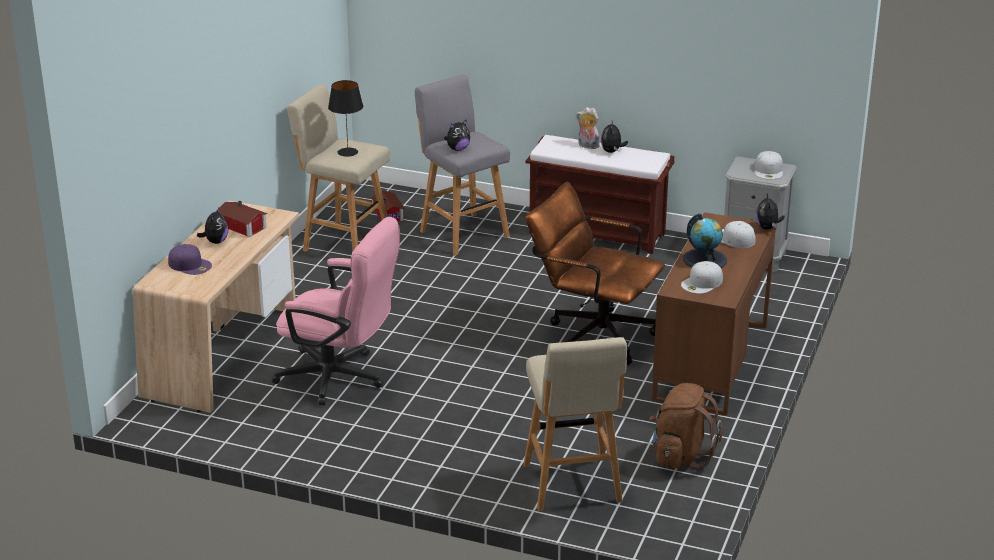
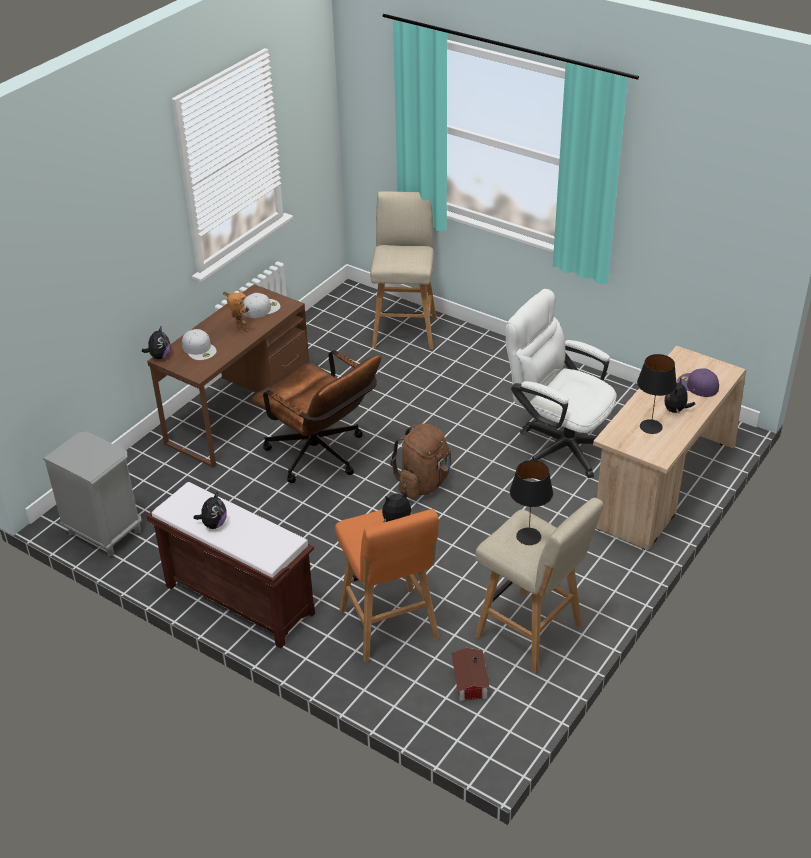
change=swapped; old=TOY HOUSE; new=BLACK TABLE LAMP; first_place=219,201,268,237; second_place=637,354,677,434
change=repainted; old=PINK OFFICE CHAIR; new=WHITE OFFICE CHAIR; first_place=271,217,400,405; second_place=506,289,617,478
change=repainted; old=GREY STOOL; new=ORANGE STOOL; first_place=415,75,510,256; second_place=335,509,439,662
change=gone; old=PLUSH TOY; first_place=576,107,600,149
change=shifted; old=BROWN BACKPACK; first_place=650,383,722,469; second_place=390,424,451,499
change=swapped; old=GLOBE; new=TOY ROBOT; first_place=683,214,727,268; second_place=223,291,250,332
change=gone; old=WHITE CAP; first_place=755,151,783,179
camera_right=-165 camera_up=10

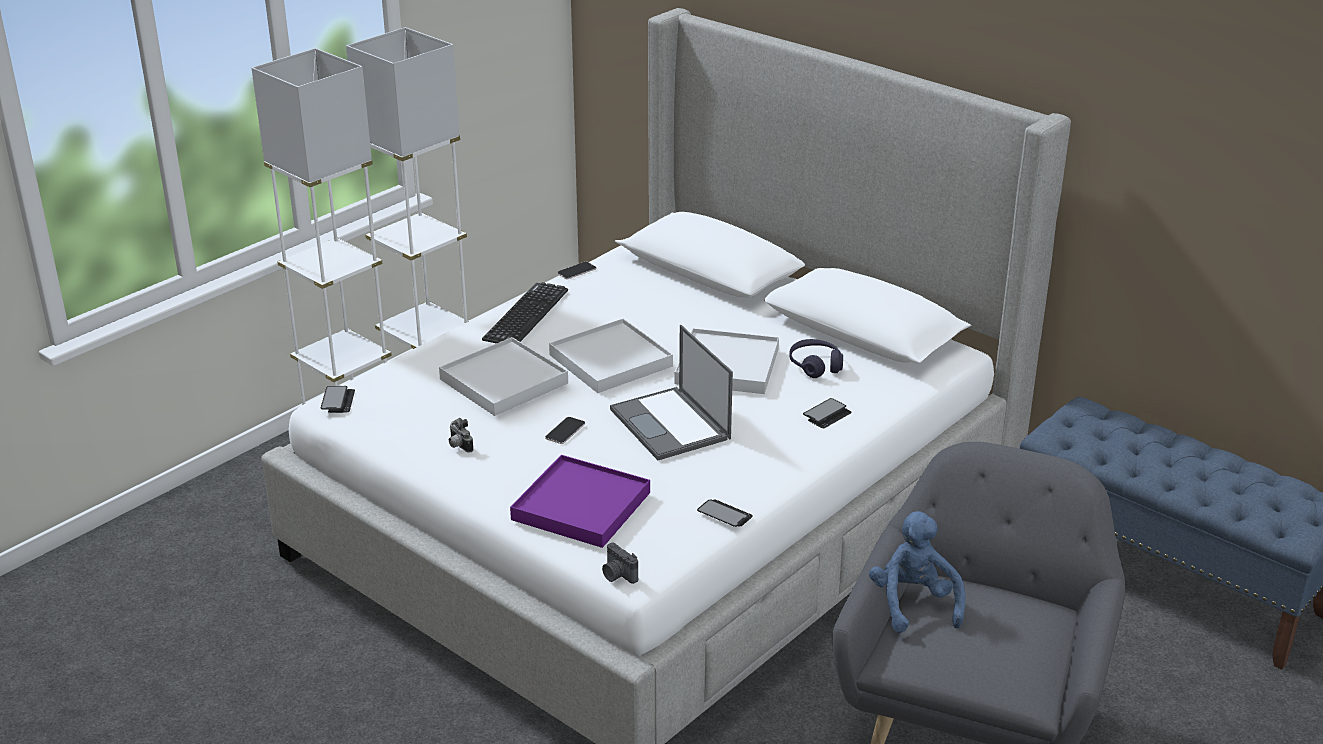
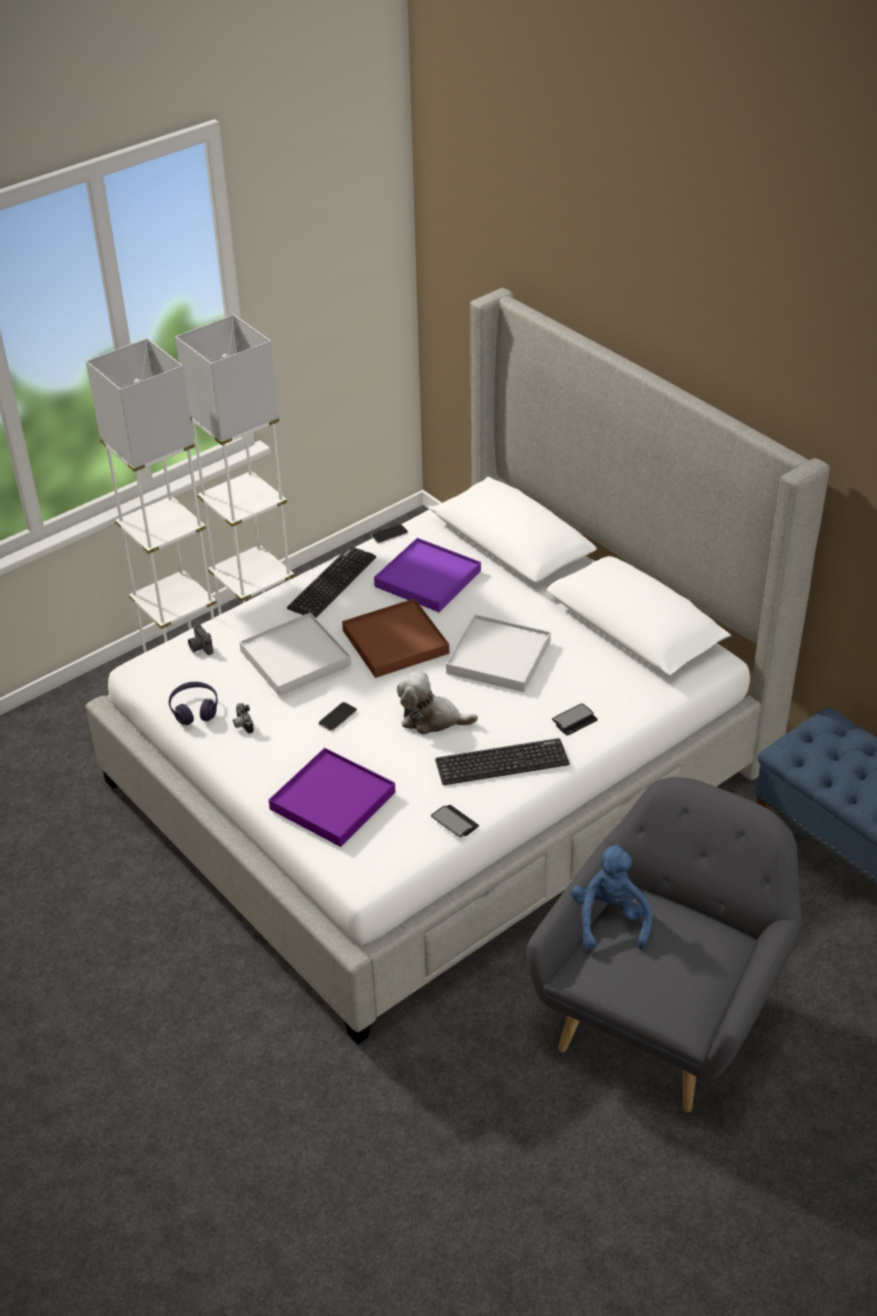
change=gone; old=PHONE; first_place=320,386,355,413
change=repainted; old=WHITE TRAY; new=BROWN TRAY; first_place=549,319,673,393; second_place=342,598,449,678
change=shifted; old=PHOTO CAMERA; first_place=602,542,638,584; second_place=188,623,213,655
change=swapped; old=LAPTOP; new=PLUSH TOY; first_place=610,325,733,460; second_place=397,671,478,735
change=shifted; old=PURPLE HEADPHONES; first_place=789,339,843,378; second_place=168,682,218,725
change=new; new=PURPLE TRAY; second_place=374,538,481,612
change=new; new=KEYBOARD; second_place=435,738,570,785
camera_right=10 camera_up=10

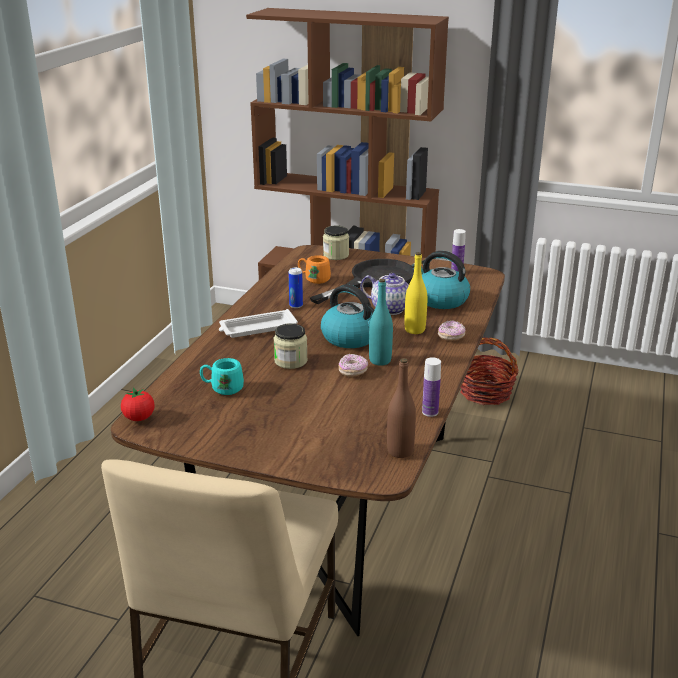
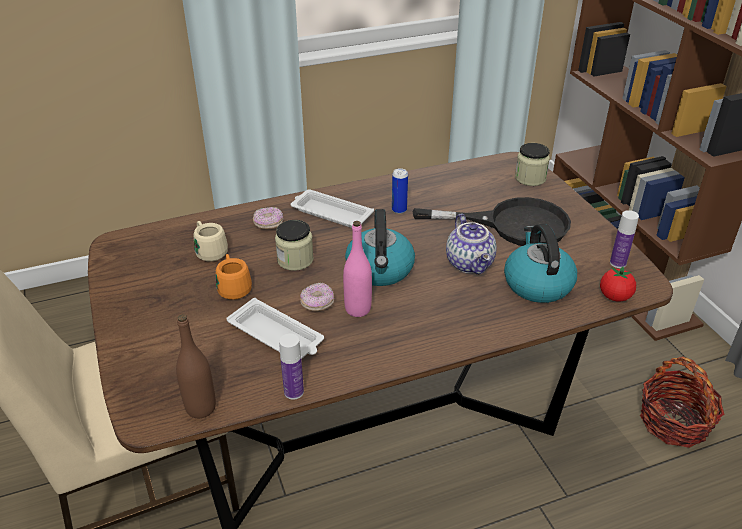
change=shifted; old=TOMATO; first_place=121,388,155,421; second_place=600,267,636,302
change=repainted; old=TURQUOISE MUG; new=BEIGE MUG; first_place=200,358,244,395; second_place=194,221,228,262
change=shifted; old=ORANGE MUG; first_place=298,255,331,284; second_place=216,254,252,300
change=repainted; old=TURQUOISE BOTTLE; new=PINK BOTTLE; first_place=369,279,393,366; second_place=343,221,372,317
change=gone; old=YELLOW BOTTLE; first_place=405,252,427,334
change=shifted; old=DONUT; first_place=438,320,466,340; second_place=253,207,284,229
change=new; new=WHITE TRAY; second_place=226,298,324,359
camera_right=50 camera_up=10

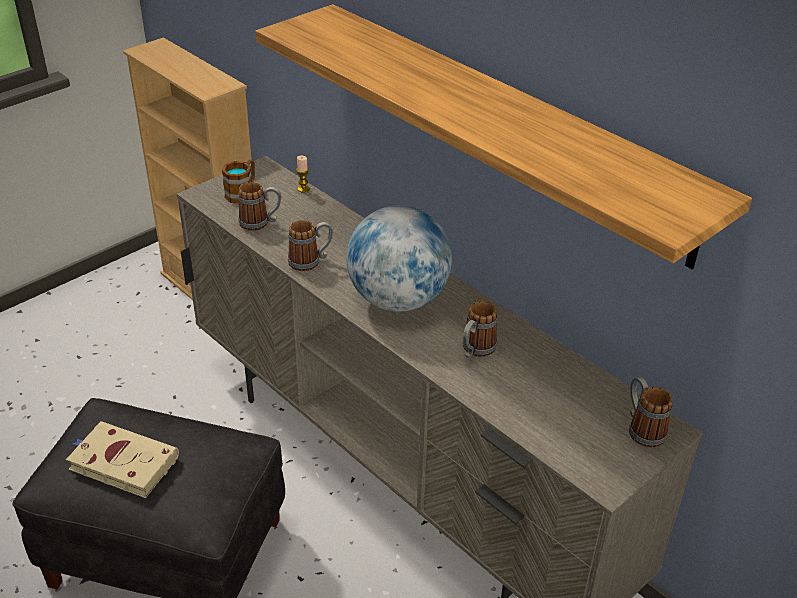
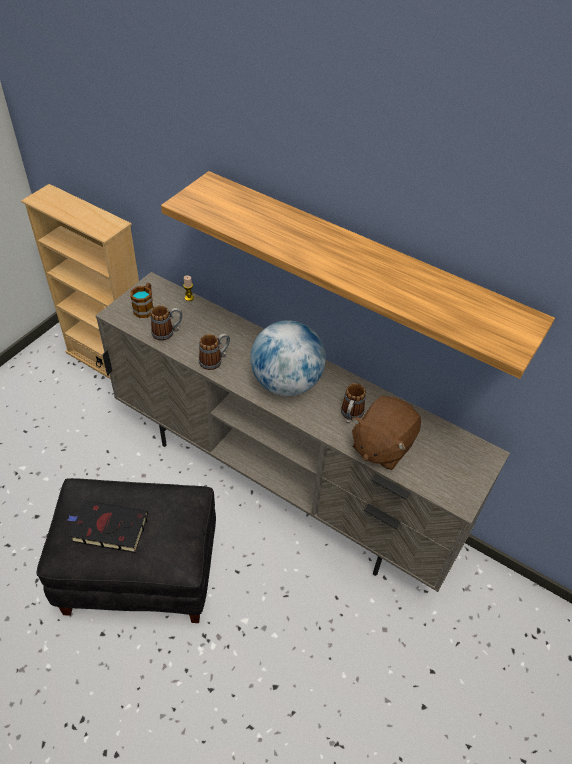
change=repainted; old=BEIGE BOOK; new=BLACK BOOK; first_place=66,421,179,498; second_place=67,500,148,553
change=gone; old=MUG; first_place=629,377,673,447
change=new; new=BROWN PLUSH TOY; second_place=352,396,421,470
camera_right=-15 camera_up=10

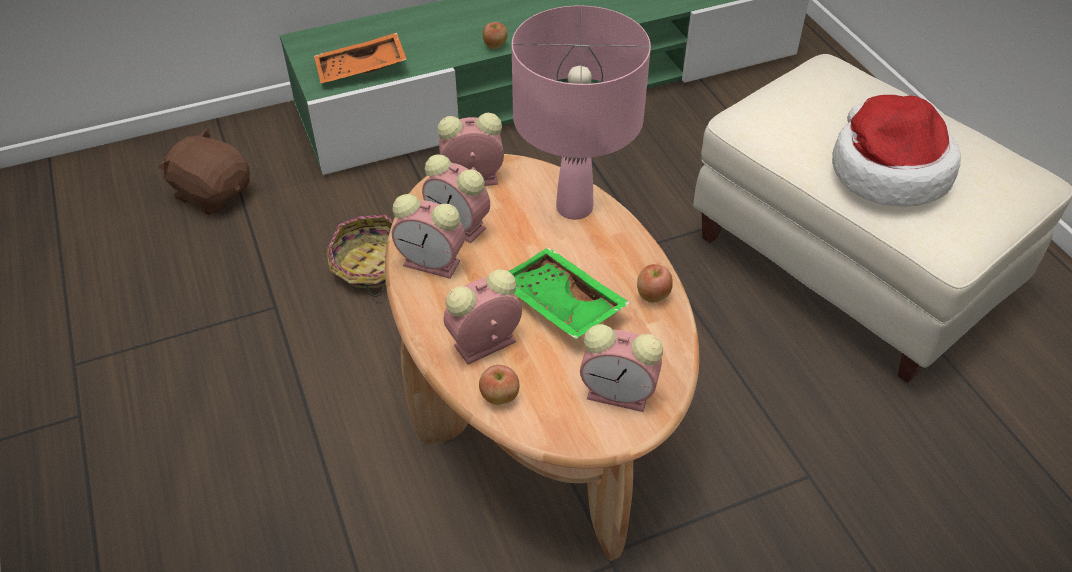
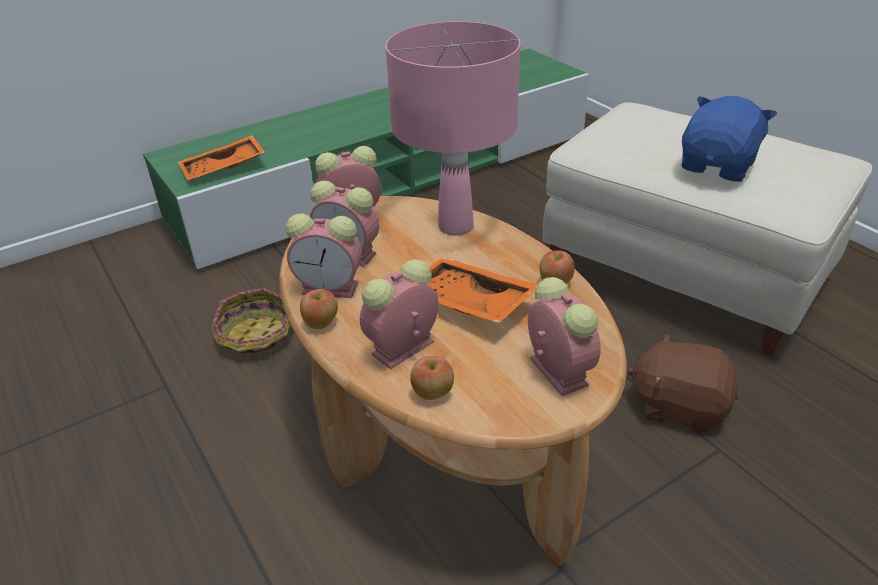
change=shifted; old=BROWN PLUSH TOY; first_place=158,129,250,215; second_place=627,332,738,433
change=shifted; old=APPLE; first_place=483,22,508,49; second_place=300,289,338,329
change=repainted; old=GREEN TRAY; new=ORANGE TRAY; first_place=509,247,630,339; second_place=426,257,538,323
change=rotated; old=ALARM CLOCK; first_place=580,324,663,412; second_place=528,277,601,396; degrees=-120
change=swapped; old=HAT; new=BLUE PLUSH TOY; first_place=832,95,961,206; second_place=681,96,777,182
camera_right=-10 camera_up=-10

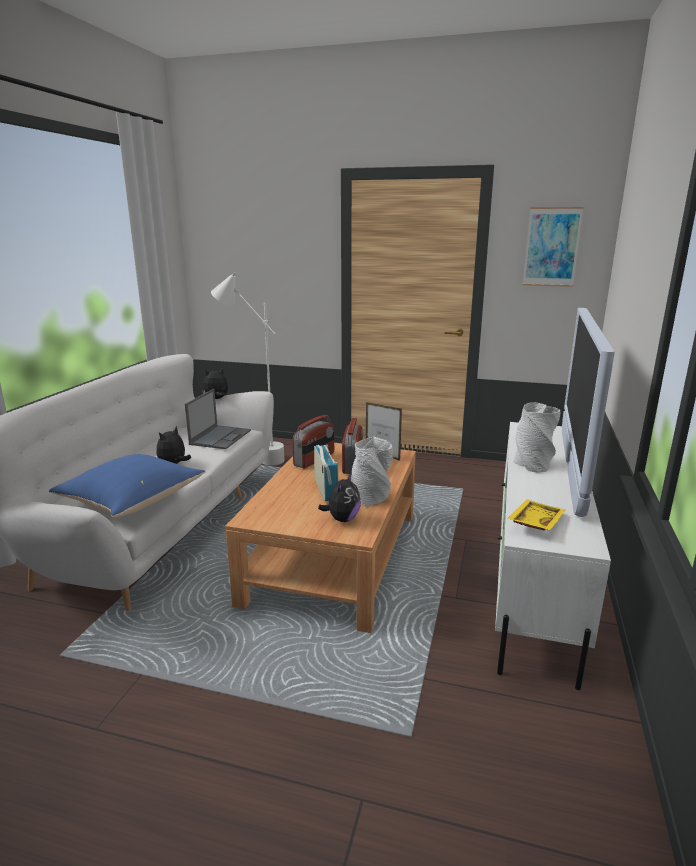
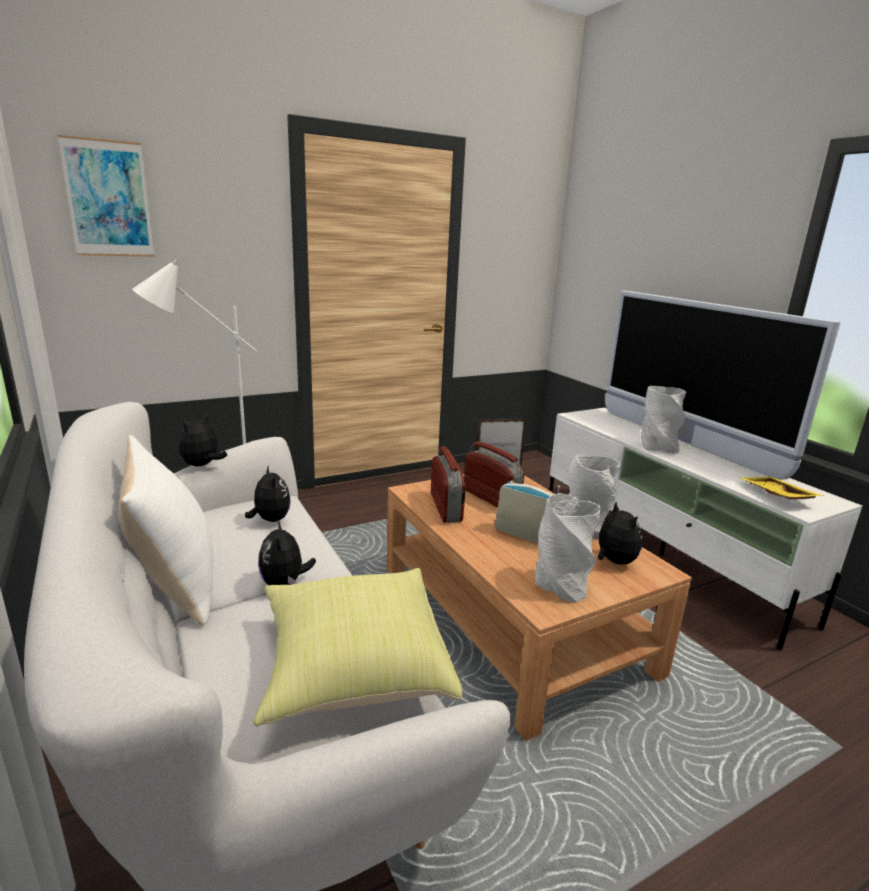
change=repainted; old=BLUE PILLOW; new=YELLOW PILLOW; first_place=49,454,205,518; second_place=254,568,463,727
change=swapped; old=LAPTOP; new=PLUSH TOY; first_place=185,389,251,449; second_place=245,465,291,522
change=shifted; old=PICTURE; first_place=523,207,584,287; second_place=58,135,155,257
change=new; new=WHITE PILLOW; second_place=118,435,213,625
change=new; new=GREY VASE; second_place=534,493,602,602
camera_right=-45 camera_up=0

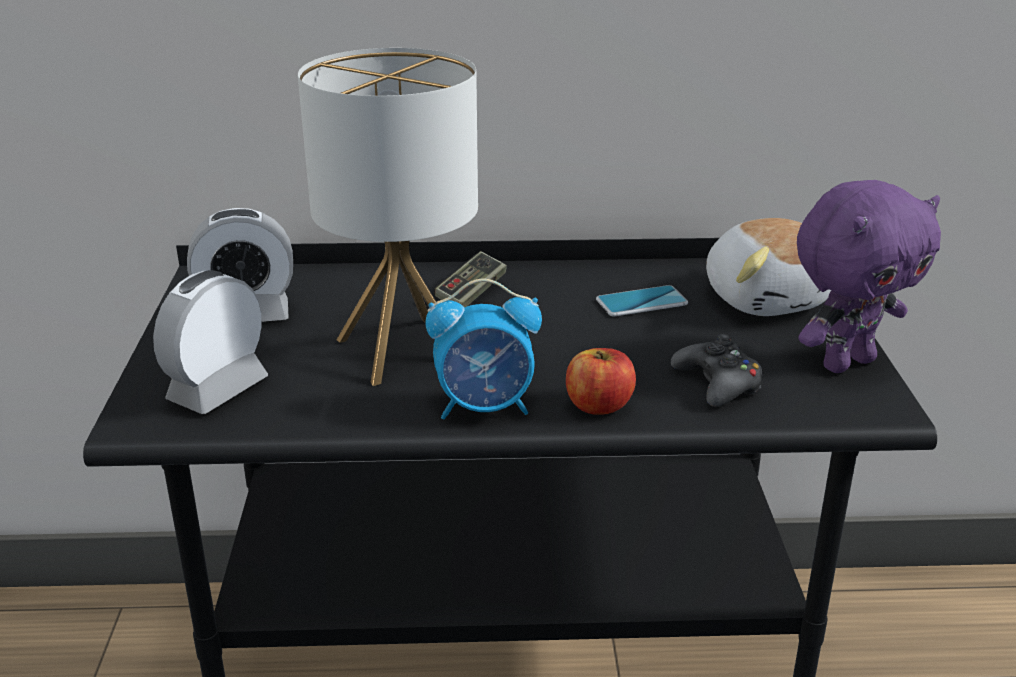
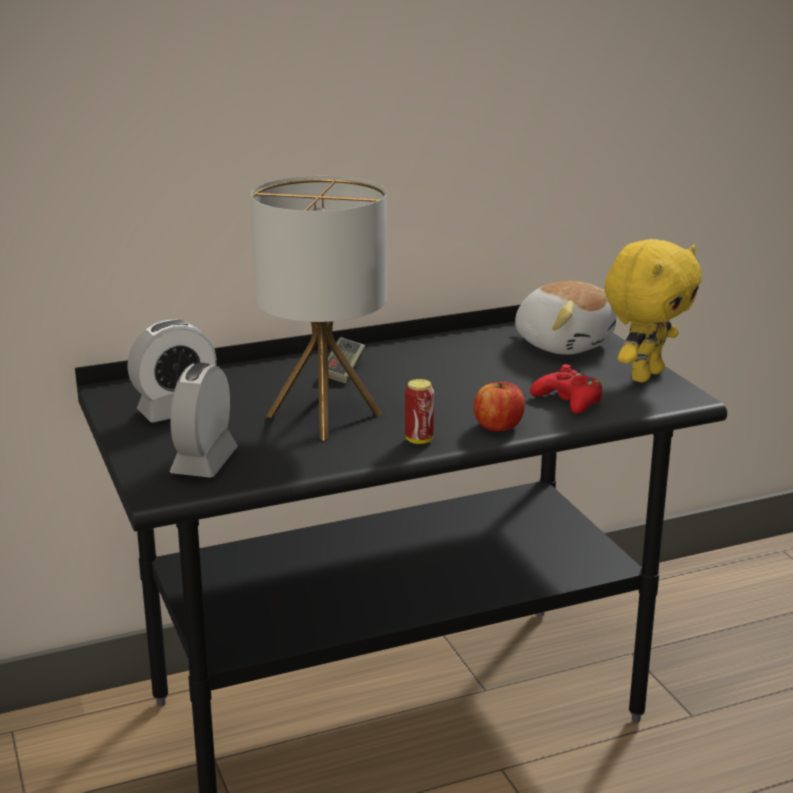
change=swapped; old=ALARM CLOCK; new=CAN; first_place=425,279,542,420; second_place=405,379,434,444
change=gone; old=PHONE; first_place=596,285,688,317
change=repainted; old=BLACK GAME CONTROLLER; new=RED GAME CONTROLLER; first_place=671,334,762,407; second_place=530,364,602,414
change=repainted; old=PURPLE PLUSH TOY; new=YELLOW PLUSH TOY; first_place=797,180,941,373; second_place=604,239,702,383
camera_right=-20 camera_up=-5

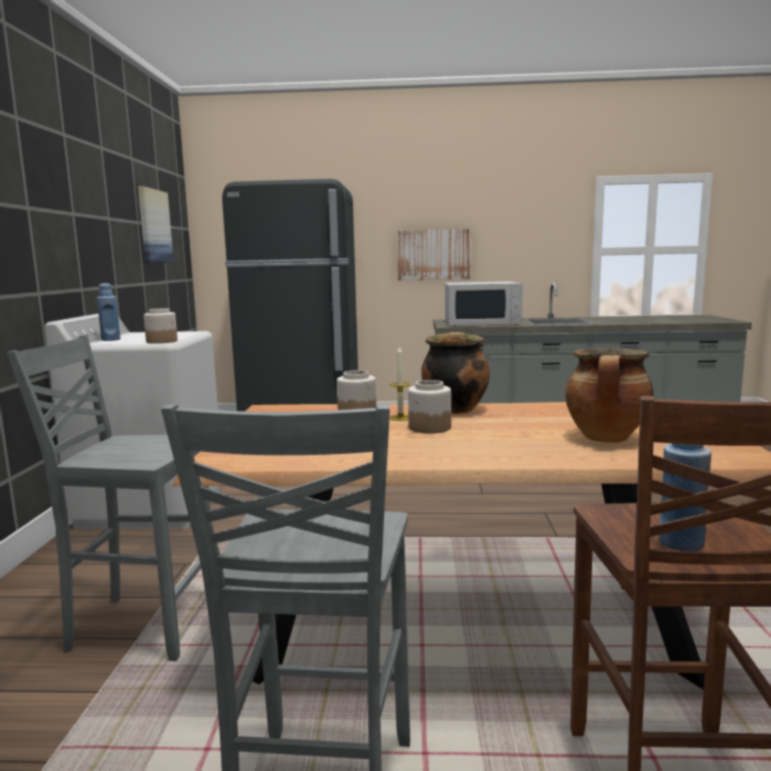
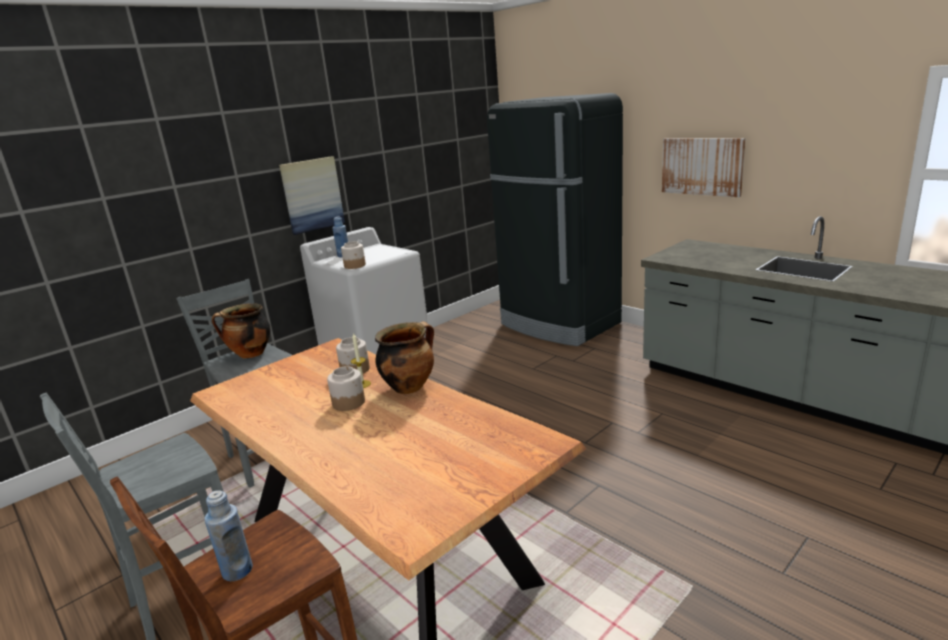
change=shifted; old=PICTURE; first_place=138,186,174,263; second_place=279,156,345,235
change=gone; old=WHITE MICROWAVE; first_place=445,281,523,326
change=shifted; old=COOKING POT; first_place=565,348,653,443; second_place=212,303,270,358
camera_right=45 camera_up=10

